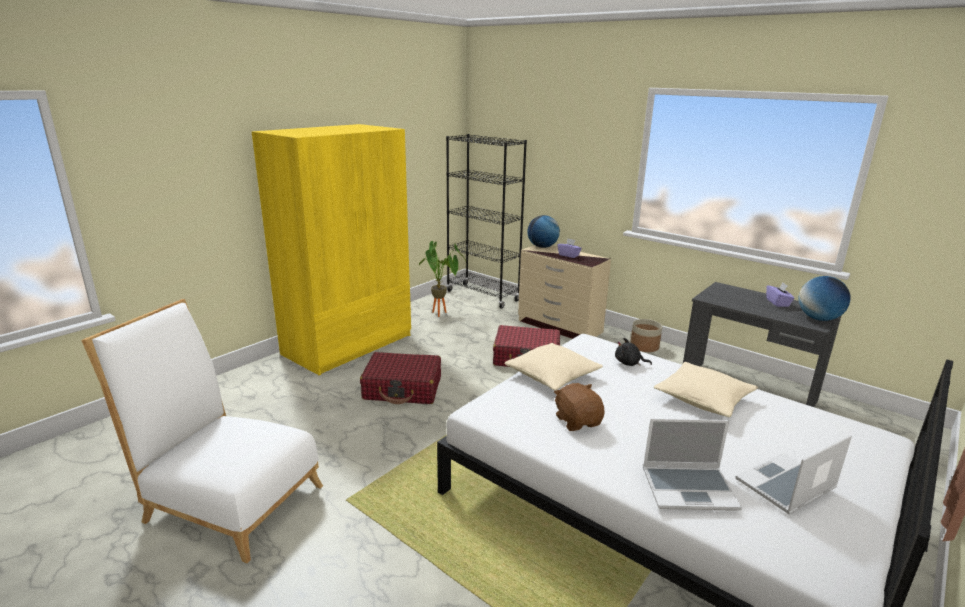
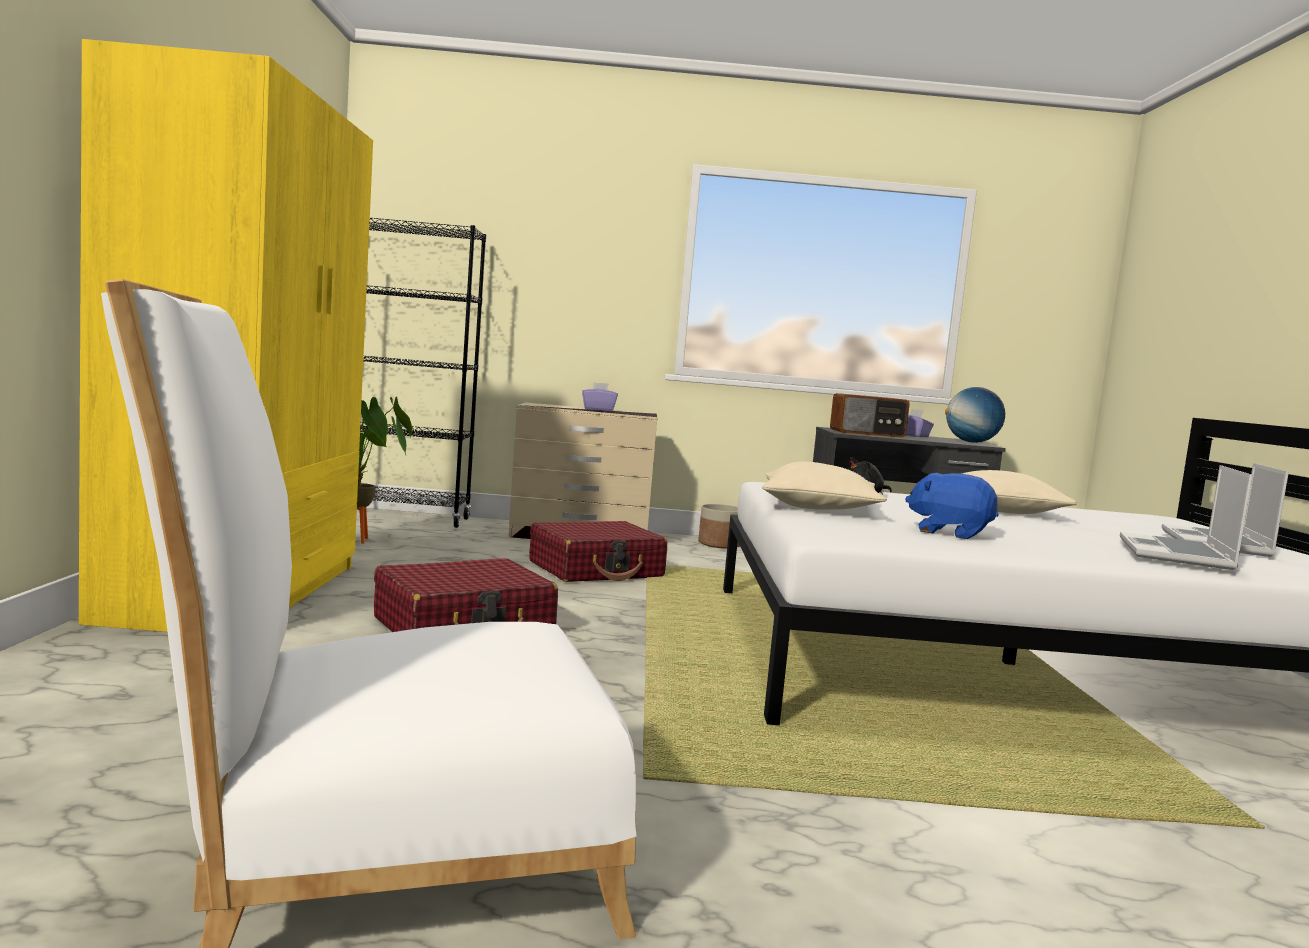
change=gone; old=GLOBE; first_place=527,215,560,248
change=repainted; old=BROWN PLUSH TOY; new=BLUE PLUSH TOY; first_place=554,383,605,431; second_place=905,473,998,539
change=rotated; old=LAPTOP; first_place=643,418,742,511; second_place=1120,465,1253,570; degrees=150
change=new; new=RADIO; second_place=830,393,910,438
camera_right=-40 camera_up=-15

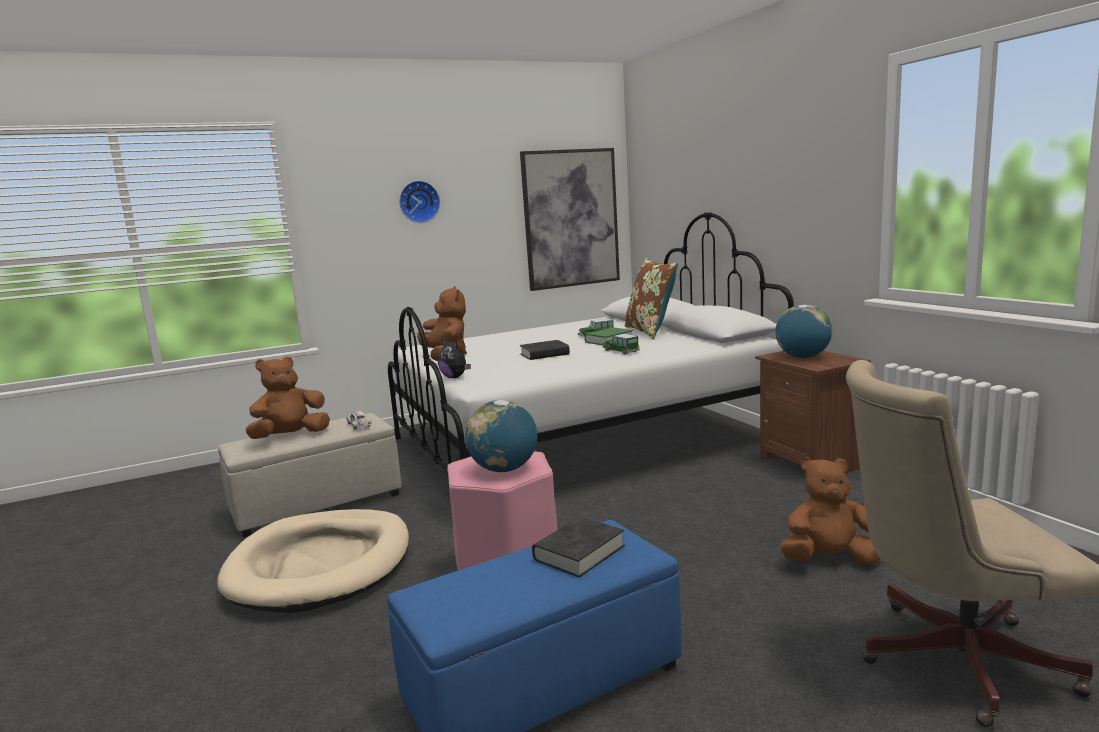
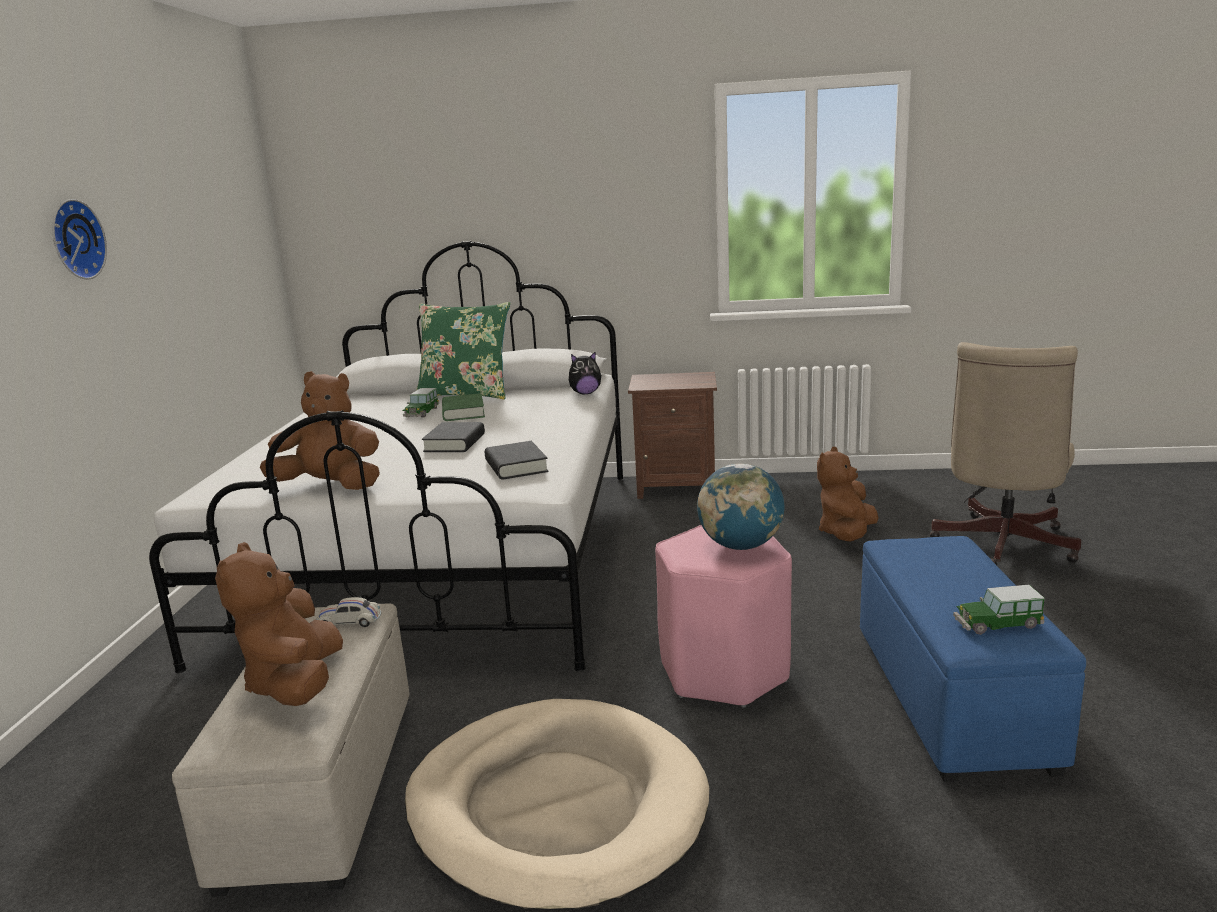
change=shifted; old=PLUSH TOY; first_place=438,339,471,378; second_place=569,351,601,394
change=gone; old=PICTURE; first_place=520,148,620,291
change=shifted; old=BLACK BOOK; first_place=532,517,625,577; second_place=485,441,549,479
change=shifted; old=TOY CAR; first_place=603,334,640,354; second_place=953,585,1044,634
change=repainted; old=BROWN PILLOW; new=GREEN PILLOW; first_place=625,258,678,339; second_place=416,302,510,399
change=gone; old=GLOBE; first_place=775,304,832,358
camera_right=-60 camera_up=5

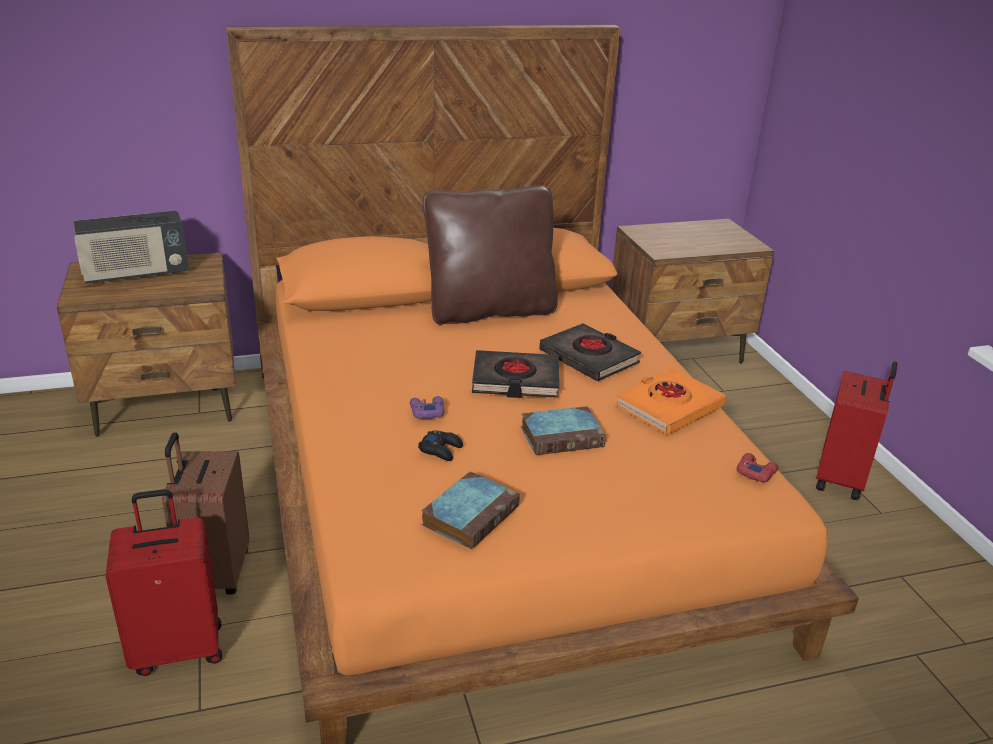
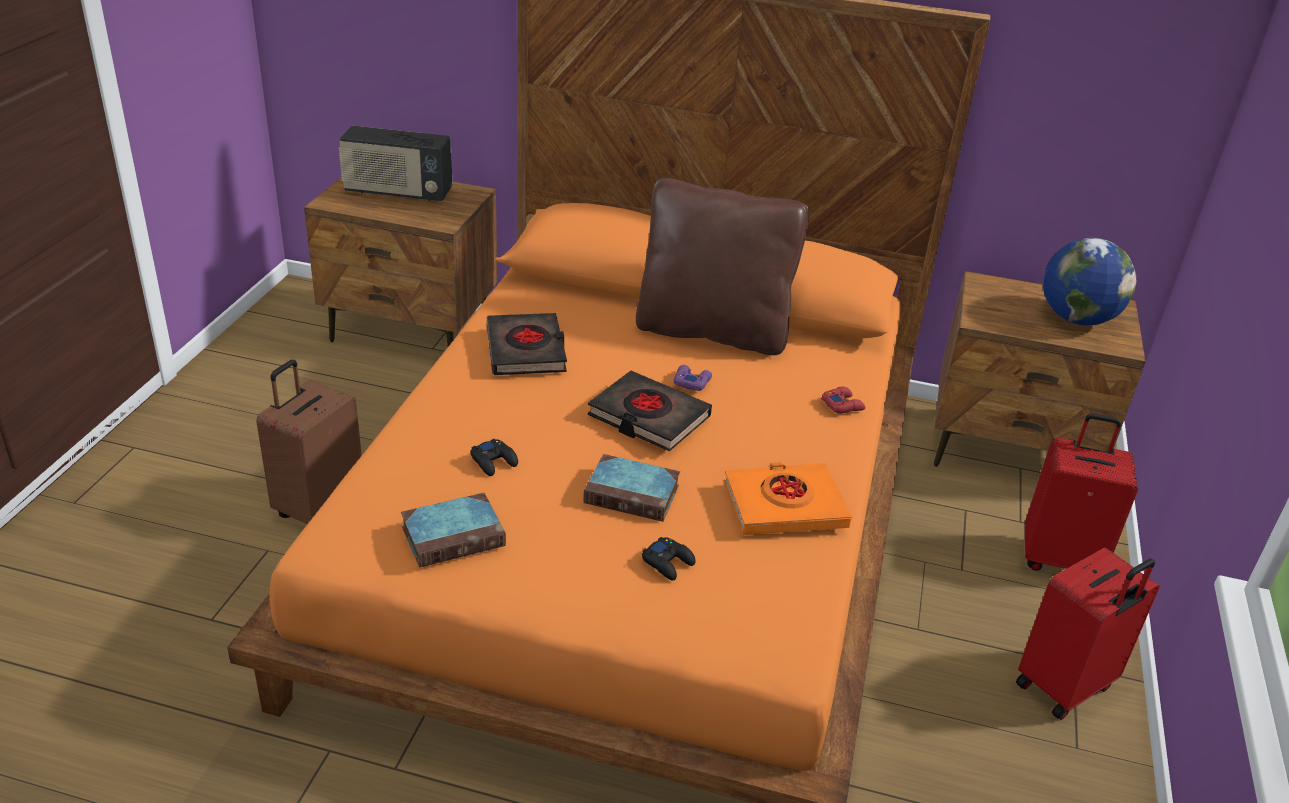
change=shifted; old=RED SUITCASE; first_place=105,489,222,676; second_place=1025,413,1138,571
change=shifted; old=PURPLE GAME CONTROLLER; first_place=410,396,444,419; second_place=674,365,712,391
change=shifted; old=BLACK BOOK; first_place=540,323,641,381; second_place=487,313,567,375
change=shifted; old=RED GAME CONTROLLER; first_place=737,453,779,482; second_place=821,386,865,414
change=new; new=BLACK GAME CONTROLLER; second_place=642,537,696,581
change=new; new=GLOBE; second_place=1043,238,1137,325
camera_right=30 camera_up=5

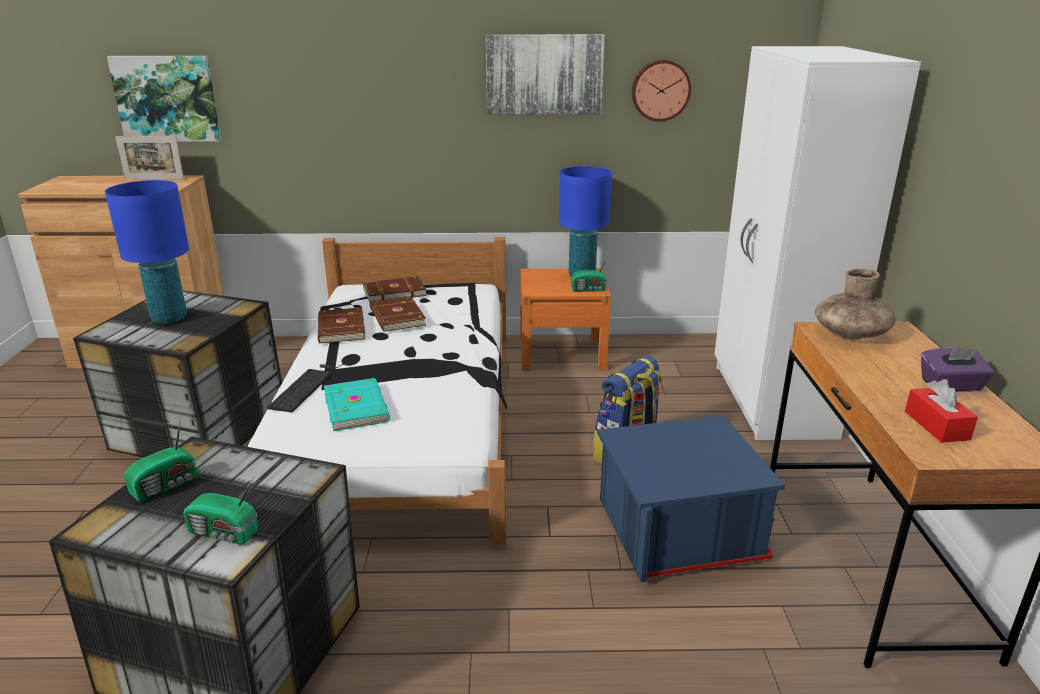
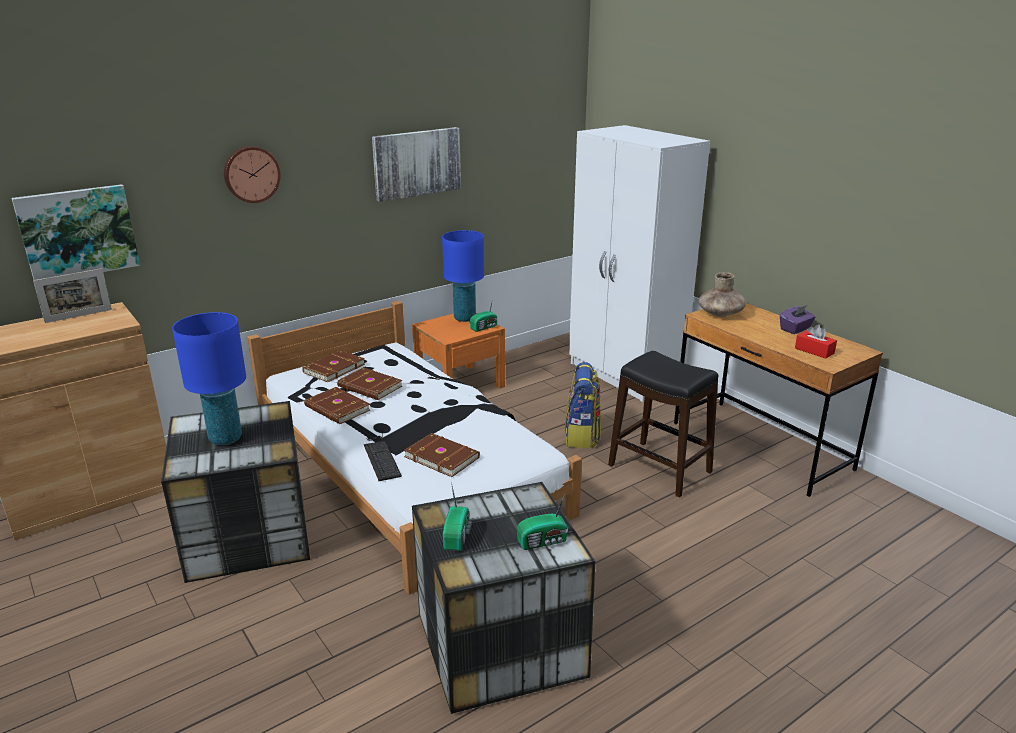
change=repainted; old=TURQUOISE BOOK; new=BROWN BOOK; first_place=324,378,390,431; second_place=404,433,480,477
change=swapped; old=BLUE STORAGE BOX; new=BLACK STOOL; first_place=597,415,785,582; second_place=608,351,718,498
change=shifted; old=WALL CLOCK; first_place=632,60,691,122; second_place=224,146,281,203
camera_right=-35 camera_up=0

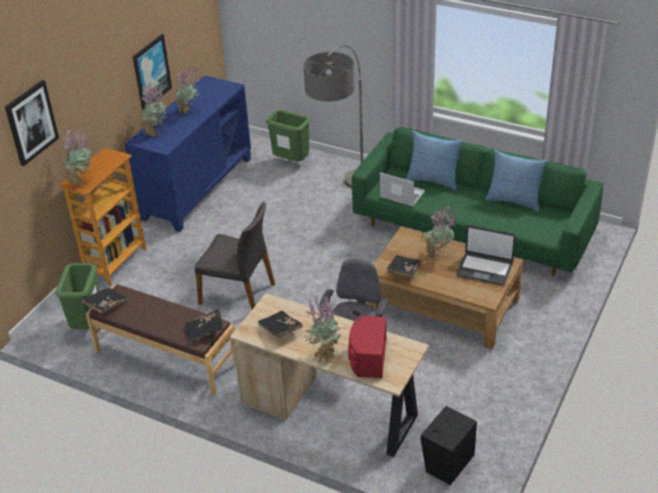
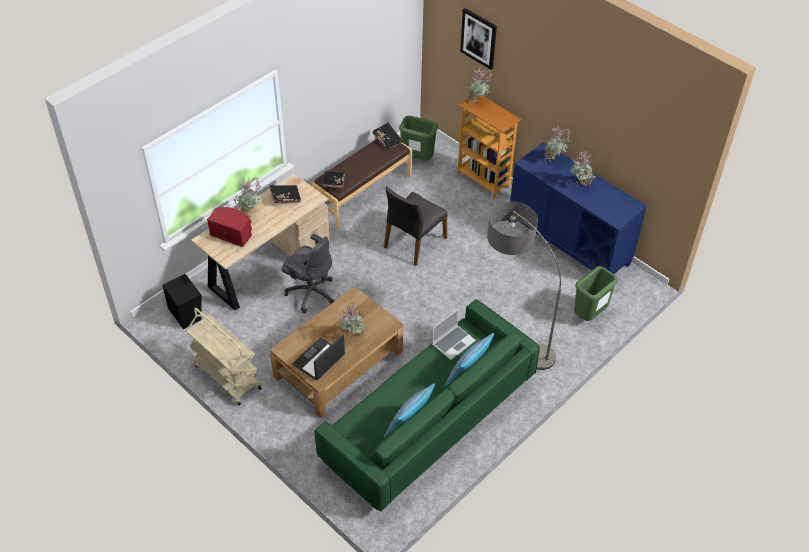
change=gone; old=PICTURE; first_place=133,34,172,110
change=gone; old=BLACK BOOK; first_place=387,255,421,278
change=new; new=BEIGE CART; second_place=186,308,261,406
camera_right=105 camera_up=10

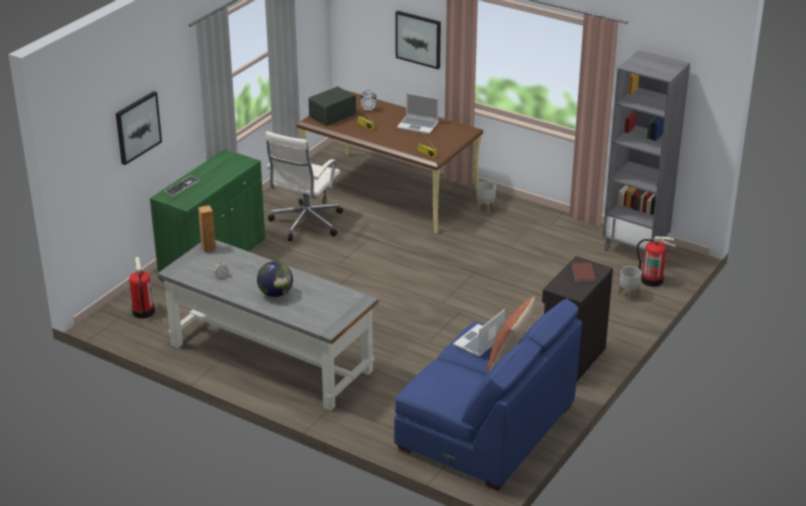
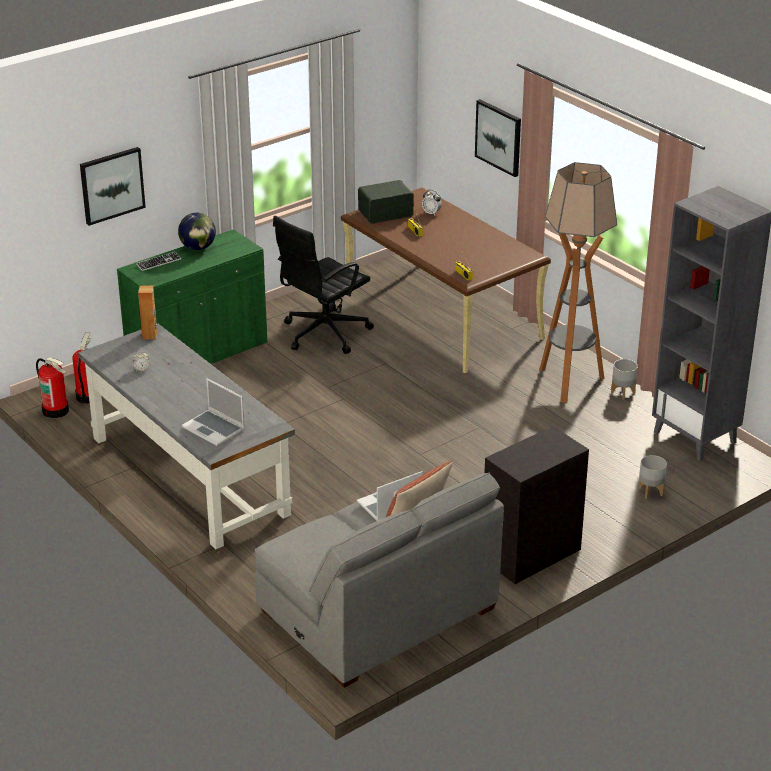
change=shifted; old=GLOBE; first_place=257,261,293,297; second_place=178,213,216,250
change=repainted; old=WHITE OFFICE CHAIR; new=BLACK OFFICE CHAIR; first_place=265,131,343,241; second_place=273,216,374,354
change=repainted; old=BLUE SOFA; new=GREY SOFA; first_place=394,298,582,491; second_place=255,472,504,688
change=shifted; old=LAPTOP; first_place=397,93,439,134; second_place=182,378,245,446
change=shifted; old=GREY PLANTER; first_place=477,182,496,213; second_place=611,359,638,399
change=gone; old=BROWN BOOK; first_place=572,263,596,283
change=shifted; old=FIRE EXTINGUISHER; first_place=637,236,676,287; second_place=36,357,69,418
change=new; new=FLOOR LAMP; second_place=539,162,617,403
camera_right=20 camera_up=0

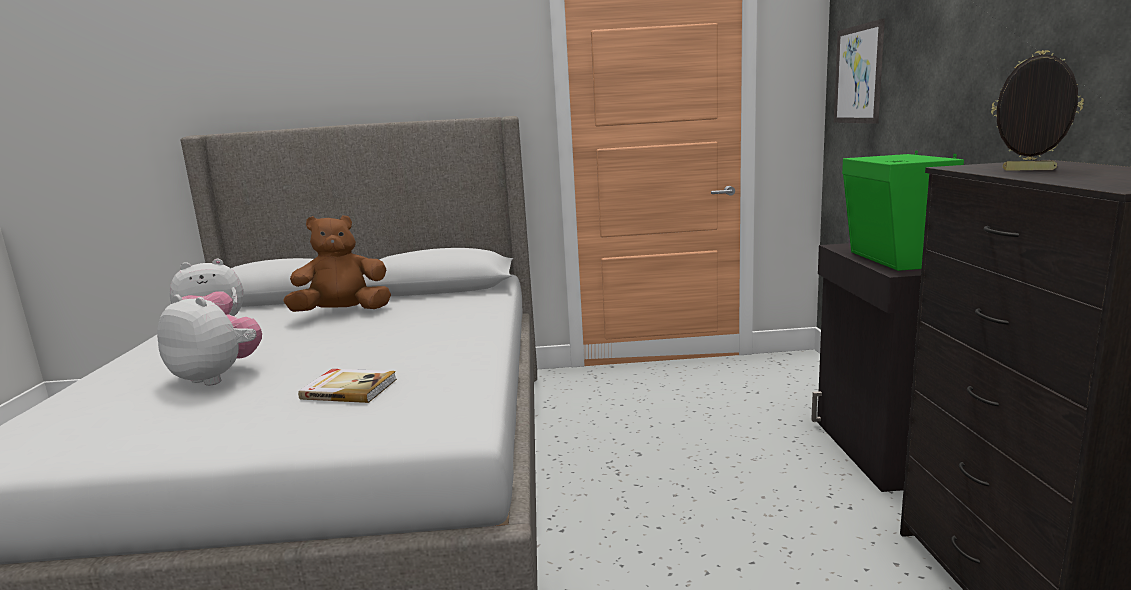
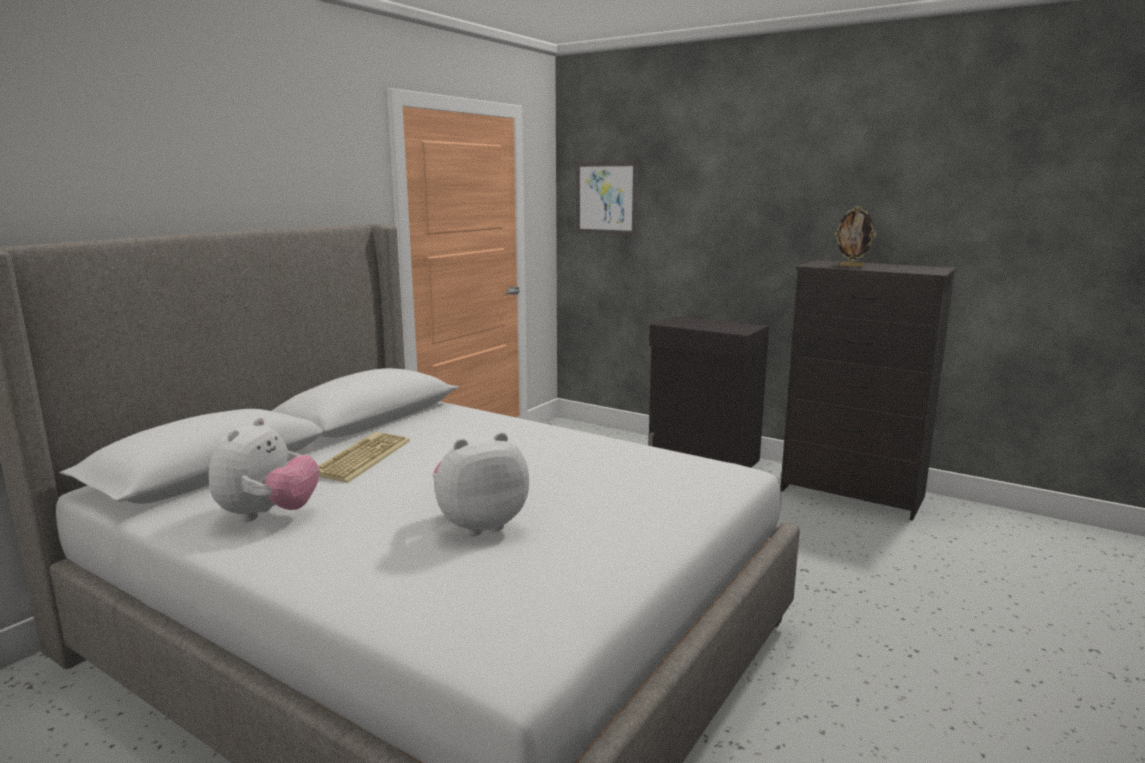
change=swapped; old=BROWN PLUSH TOY; new=KEYBOARD; first_place=283,215,391,312; second_place=319,432,410,483
change=gone; old=BOOK; first_place=298,369,397,403
change=gone; old=GREEN SPEAKER; first_place=842,150,964,271
change=rotated; old=PICTURE FRAME; first_place=991,50,1084,170; second_place=835,206,876,267; degrees=-135
camera_right=-55 camera_up=0

